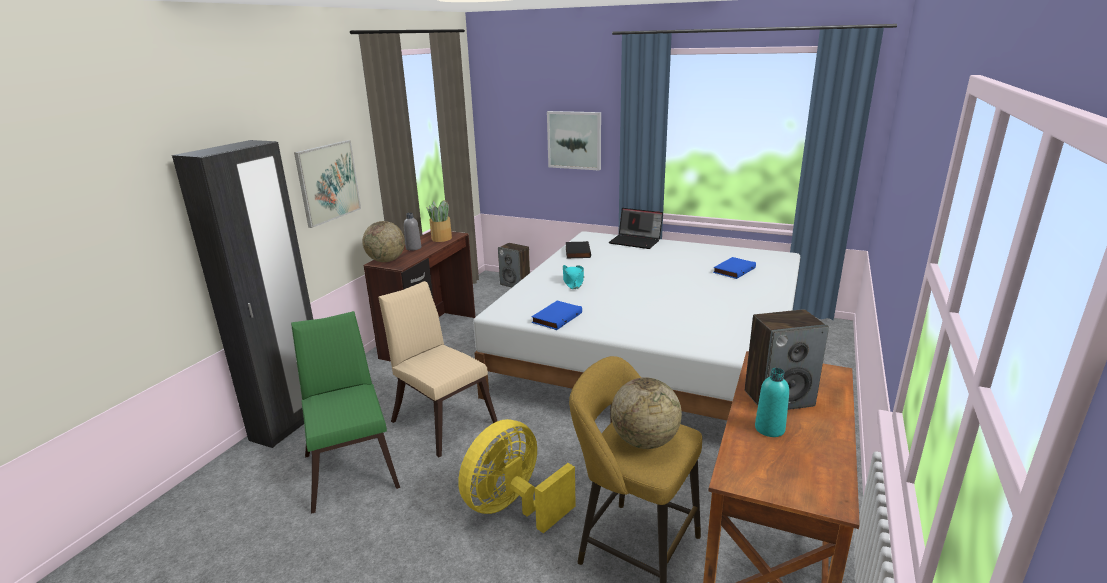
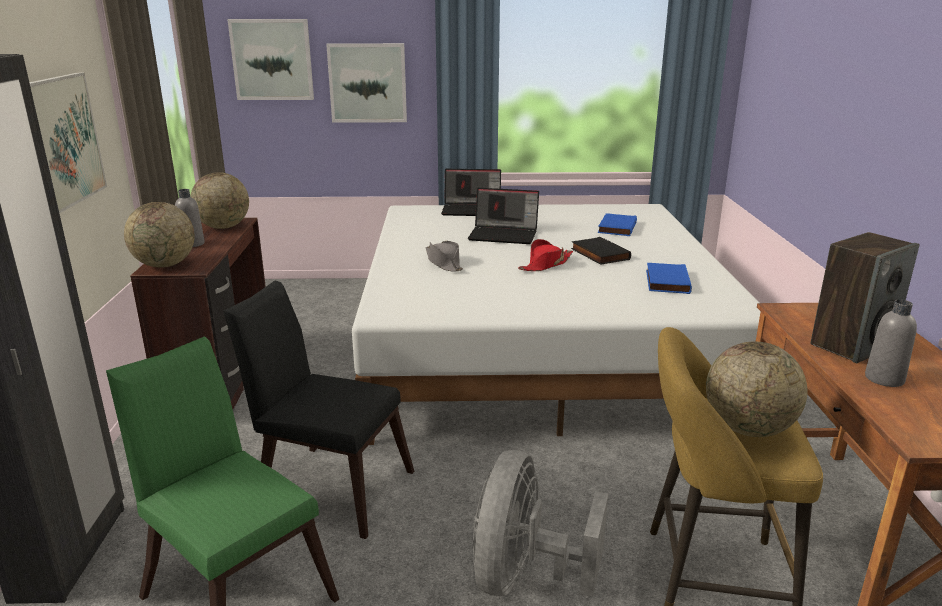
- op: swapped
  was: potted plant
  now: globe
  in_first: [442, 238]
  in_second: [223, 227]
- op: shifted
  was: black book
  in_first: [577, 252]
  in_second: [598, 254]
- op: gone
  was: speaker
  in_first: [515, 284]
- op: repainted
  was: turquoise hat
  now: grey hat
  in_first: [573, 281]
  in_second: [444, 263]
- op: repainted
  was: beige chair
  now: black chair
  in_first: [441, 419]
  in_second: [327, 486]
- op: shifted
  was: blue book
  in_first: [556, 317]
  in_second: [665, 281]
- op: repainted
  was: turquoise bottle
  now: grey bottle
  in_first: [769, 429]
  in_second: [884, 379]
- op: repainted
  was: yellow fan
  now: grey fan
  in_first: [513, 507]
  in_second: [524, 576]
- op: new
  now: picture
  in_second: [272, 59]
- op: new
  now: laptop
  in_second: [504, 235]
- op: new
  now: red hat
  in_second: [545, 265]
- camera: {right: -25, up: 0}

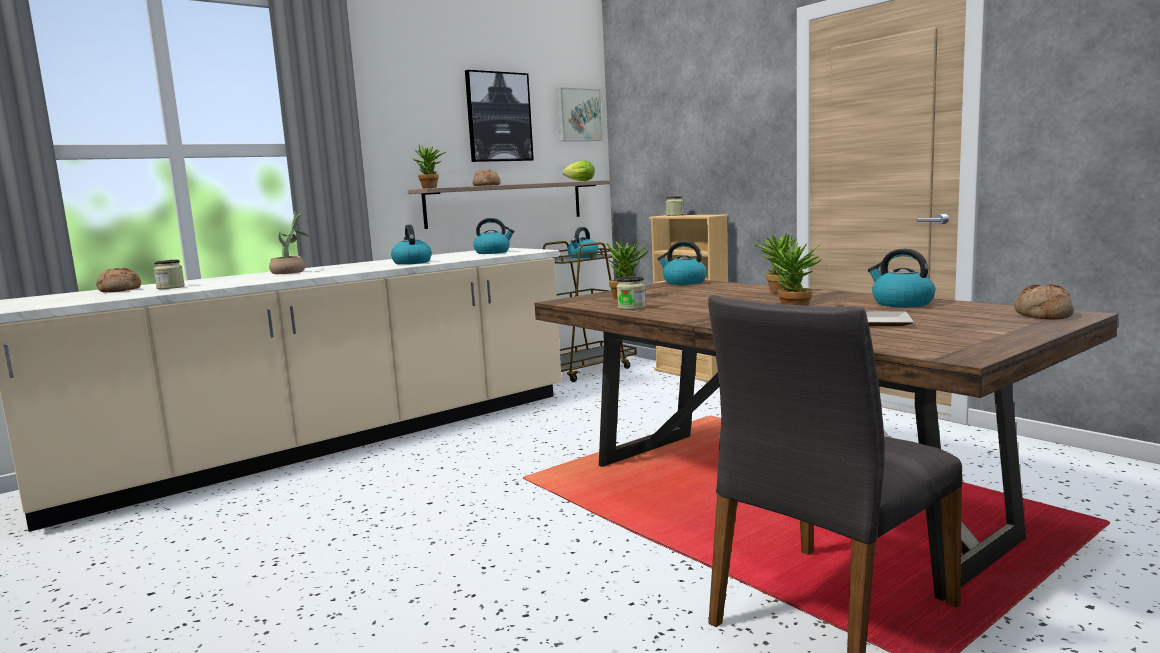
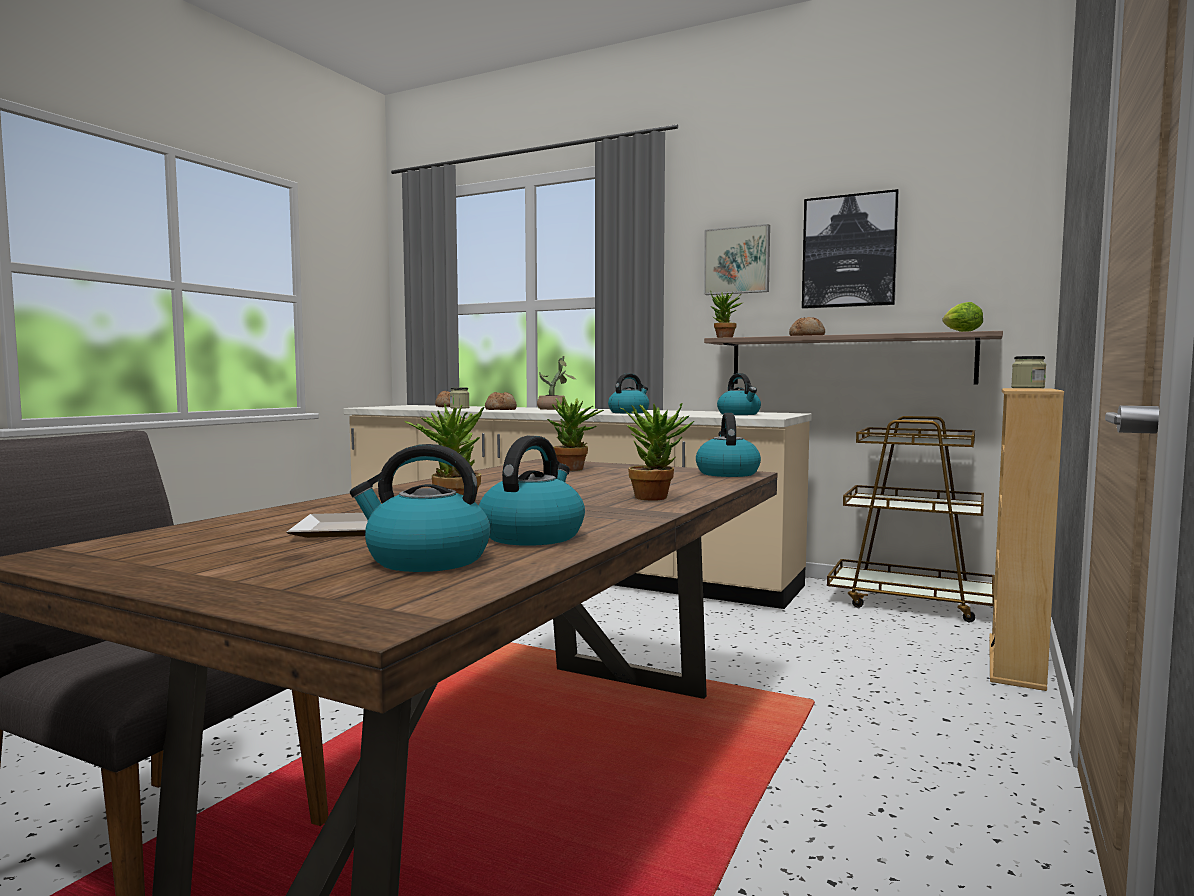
- op: shifted
  was: picture
  in_first: [578, 115]
  in_second: [737, 261]
- op: shifted
  was: kettle
  in_first: [583, 257]
  in_second: [426, 560]
- op: gone
  was: jar
  in_first: [631, 307]
- op: shifted
  was: bread
  in_first: [1042, 315]
  in_second: [501, 409]
- camera: {right: 65, up: -5}

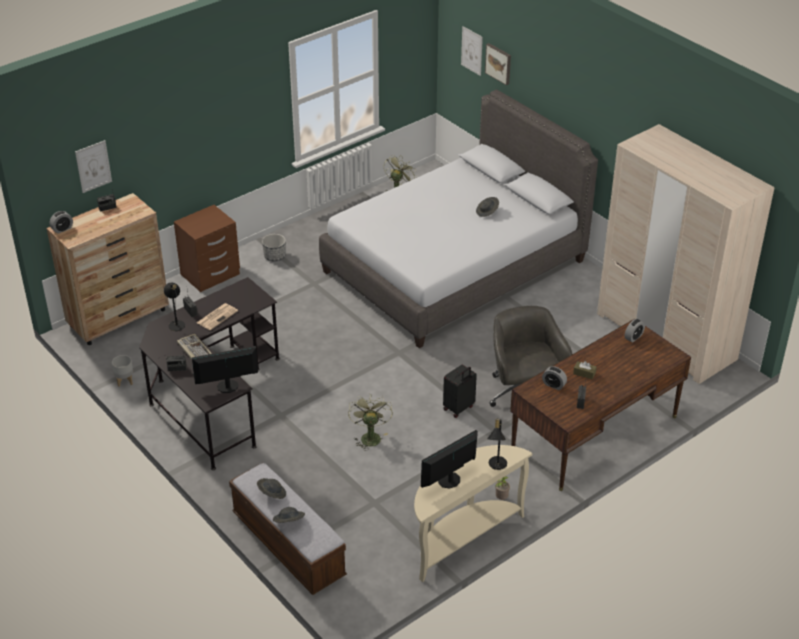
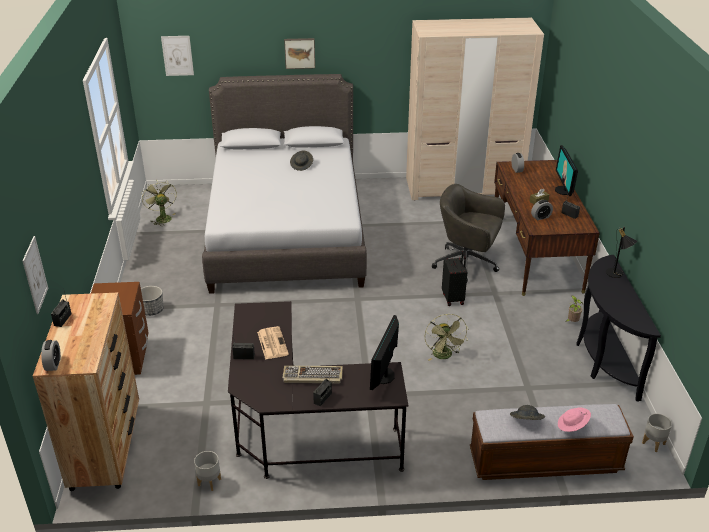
- op: shifted
  was: picture
  in_first: [499, 63]
  in_second: [299, 53]
- op: gone
  was: black table lamp
  in_first: [176, 323]
- op: rotated
  was: green fan
  in_first: [369, 436]
  in_second: [444, 356]
  clockwise: -135
- op: shifted
  was: monitor
  in_first: [449, 480]
  in_second: [563, 190]
- op: repainted
  was: beige console table
  now: black console table
  in_first: [462, 538]
  in_second: [602, 359]
- op: repainted
  was: grey hat
  now: pink hat
  in_first: [289, 522]
  in_second: [572, 426]
- op: new
  now: grey planter
  in_second: [653, 443]
- camera: {right: -55, up: -5}

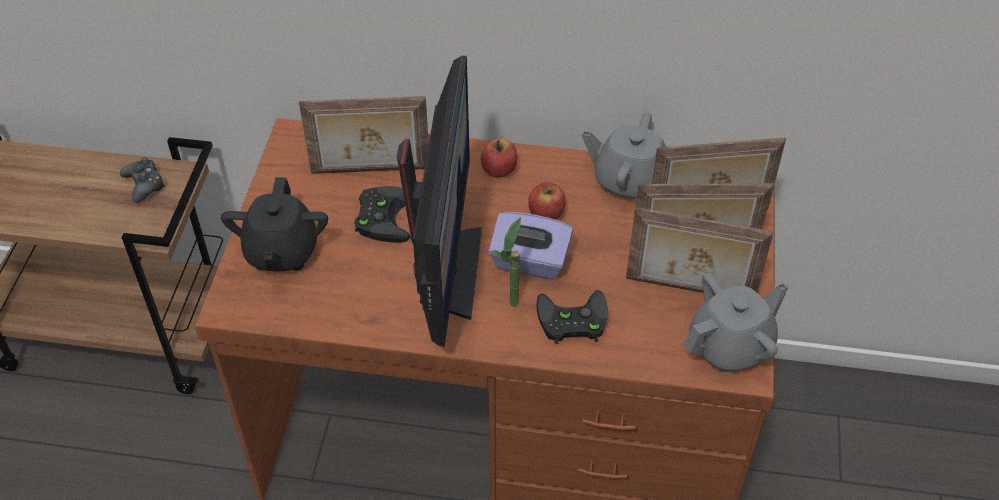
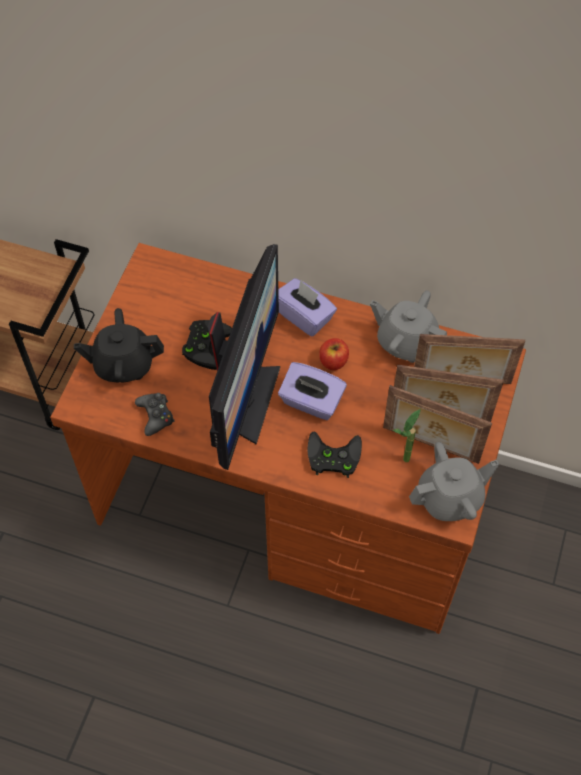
- op: gone
  was: picture frame
  in_first: [370, 172]
- op: swapped
  was: apple
  now: purple tissue box
  in_first: [499, 170]
  in_second: [304, 316]
- op: shifted
  was: black game controller
  in_first: [144, 184]
  in_second: [155, 416]
- op: rotated
  was: black teapot
  in_first: [281, 252]
  in_second: [123, 364]
  clockwise: 75
- op: shifted
  was: potted plant
  in_first: [510, 310]
  in_second: [402, 465]
- camera: {right: 10, up: 10}

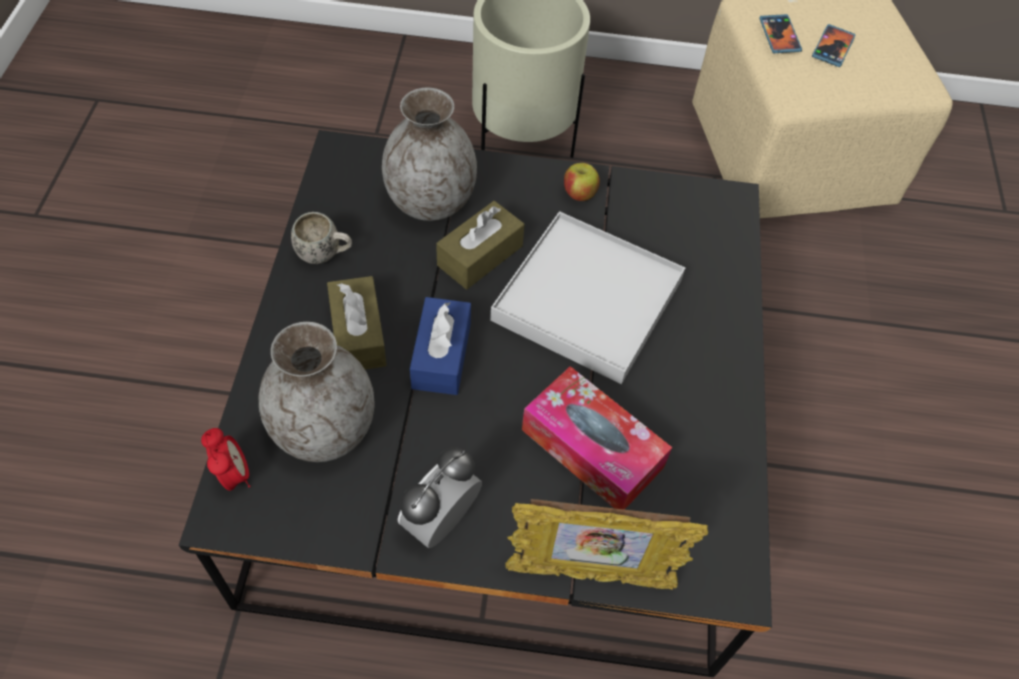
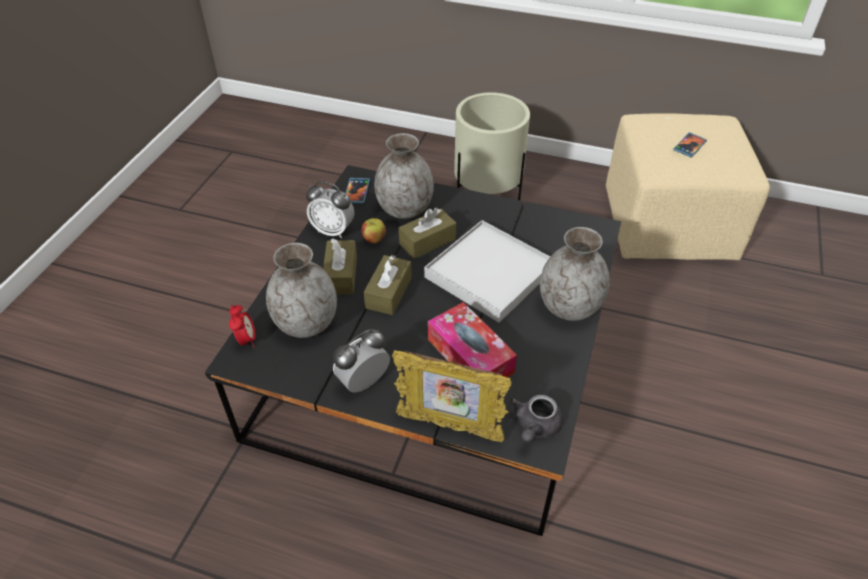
- op: shifted
  was: phone
  in_first: [779, 36]
  in_second: [356, 192]
- op: shifted
  was: apple
  in_first: [579, 194]
  in_second: [374, 239]
- op: swapped
  was: white mug
  now: alarm clock
  in_first: [325, 254]
  in_second: [333, 230]
- op: repainted
  was: blue tissue box
  now: brown tissue box
  in_first: [441, 355]
  in_second: [388, 292]
- op: new
  now: grey vase
  in_second: [569, 306]
- op: new
  now: grey teapot
  in_second: [535, 427]
- camera: {right: 15, up: -10}

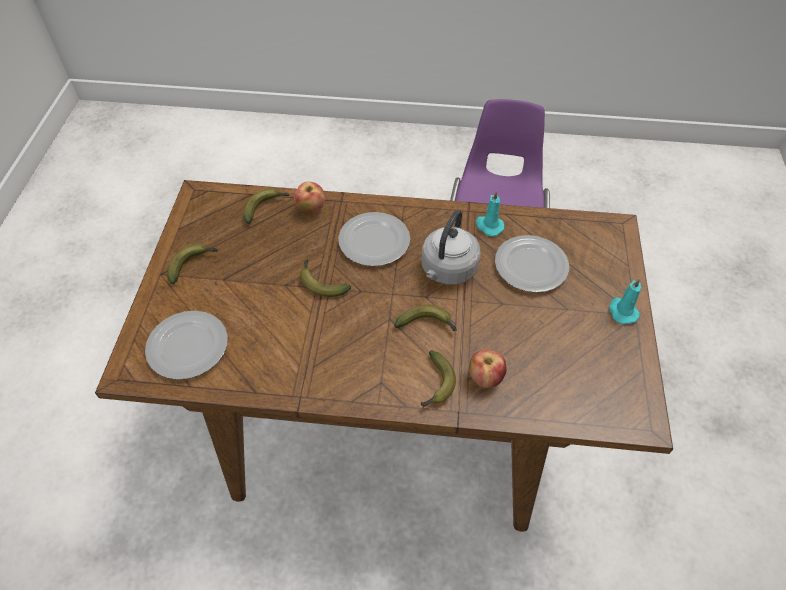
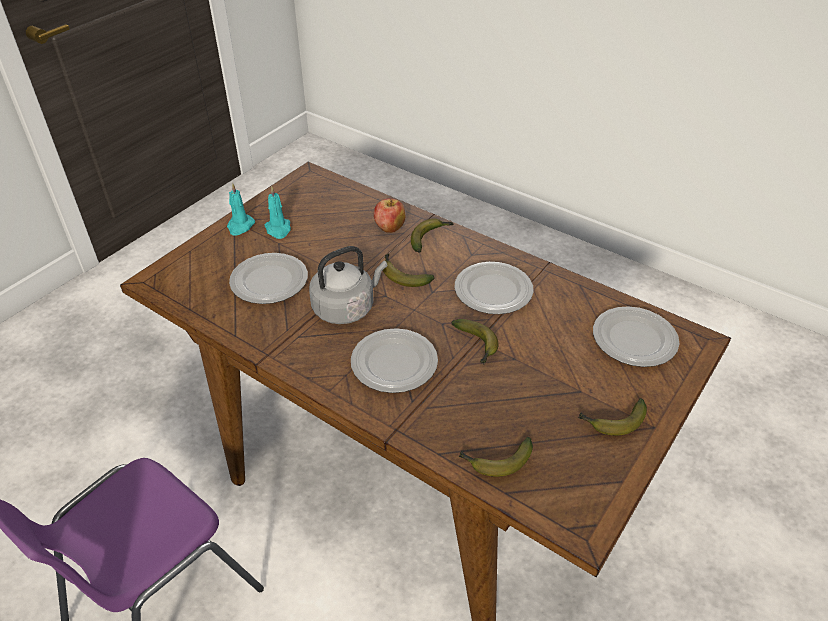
- op: gone
  was: apple
  in_first: [311, 209]
- op: shifted
  was: turquoise candle
  in_first: [488, 226]
  in_second: [278, 229]
- op: new
  now: plate
  in_second: [492, 291]
- camera: {right: -150, up: -10}

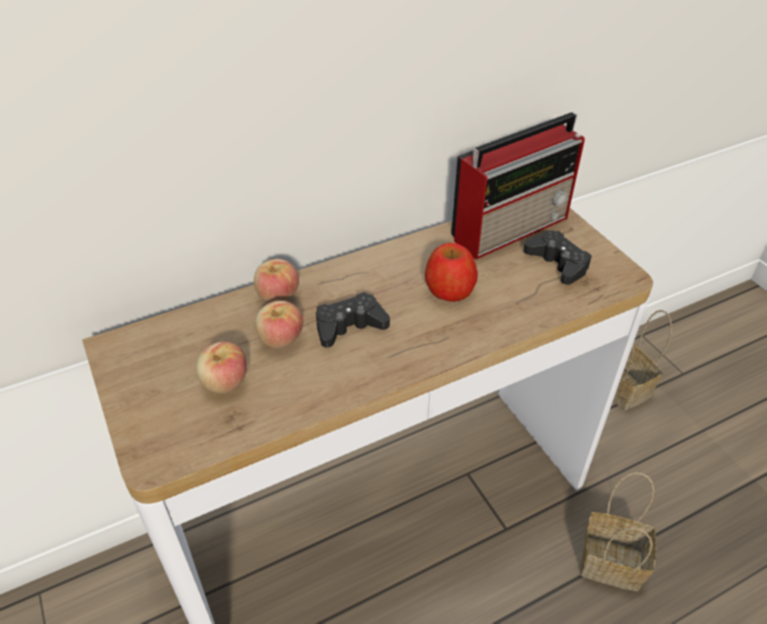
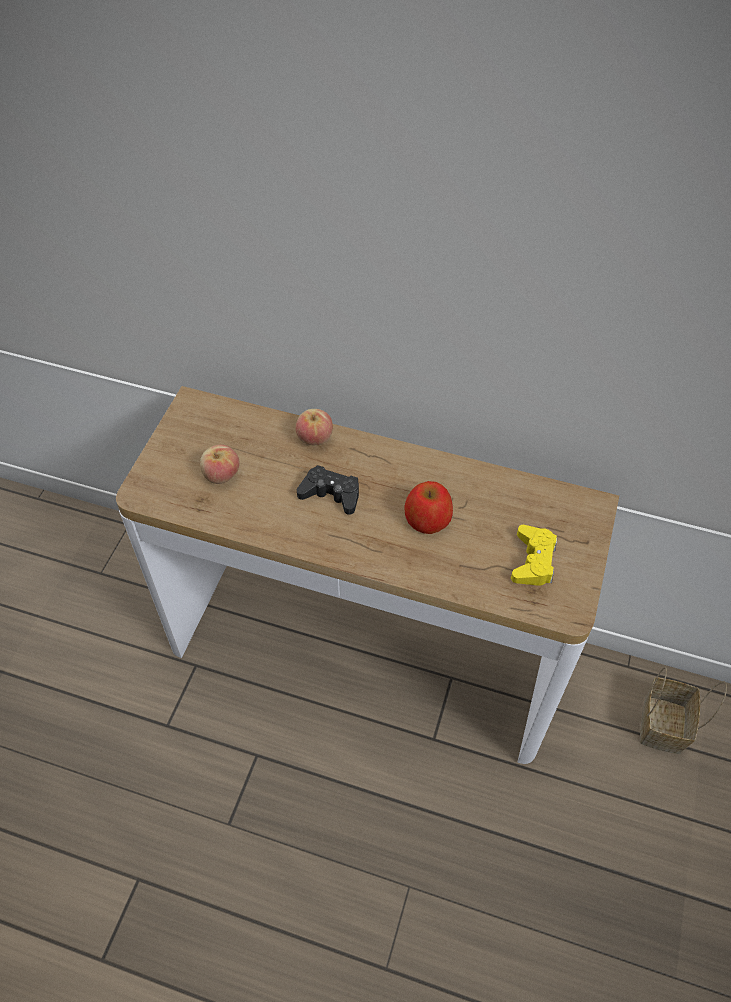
- op: gone
  was: radio
  in_first: [512, 227]
- op: repainted
  was: black game controller
  now: yellow game controller
  in_first: [557, 263]
  in_second: [533, 560]
- op: gone
  was: apple
  in_first: [280, 339]
- op: gone
  was: basket
  in_first: [613, 562]
- camera: {right: 45, up: 10}

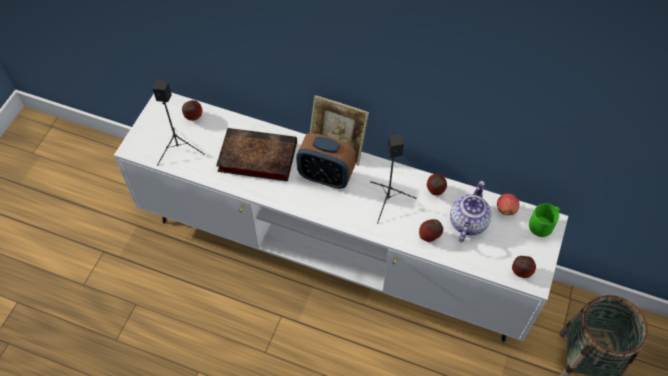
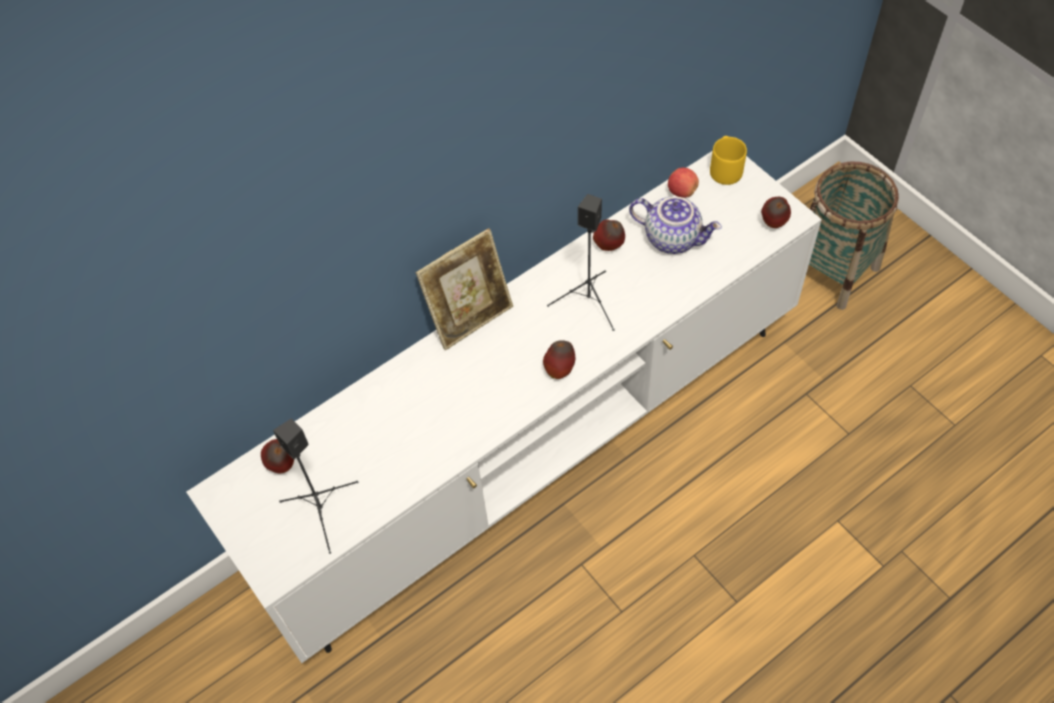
- op: gone
  was: book
  in_first: [255, 157]
- op: gone
  was: alarm clock
  in_first: [326, 176]
- op: rotated
  was: teapot
  in_first: [467, 222]
  in_second: [673, 237]
  clockwise: 150
- op: repainted
  was: green mug
  now: yellow mug
  in_first: [543, 225]
  in_second: [725, 169]
- op: shifted
  was: apple
  in_first: [429, 236]
  in_second: [560, 369]
- camera: {right: -55, up: 0}

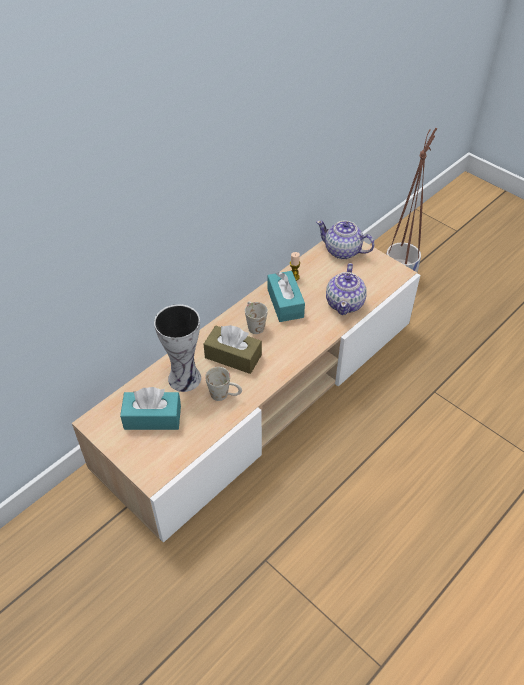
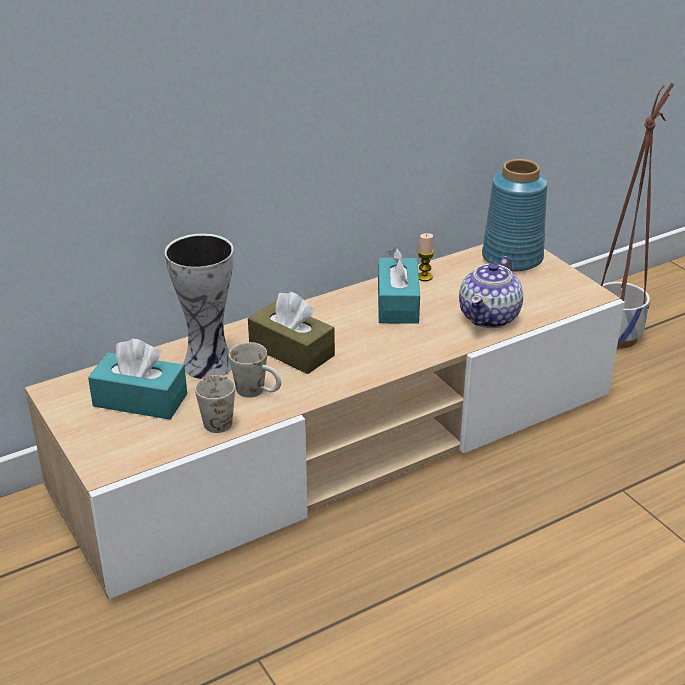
- op: swapped
  was: teapot
  now: blue vase
  in_first: [343, 251]
  in_second: [512, 259]
- op: shifted
  was: white mug
  in_first: [254, 324]
  in_second: [217, 418]
- camera: {right: 15, up: -15}

